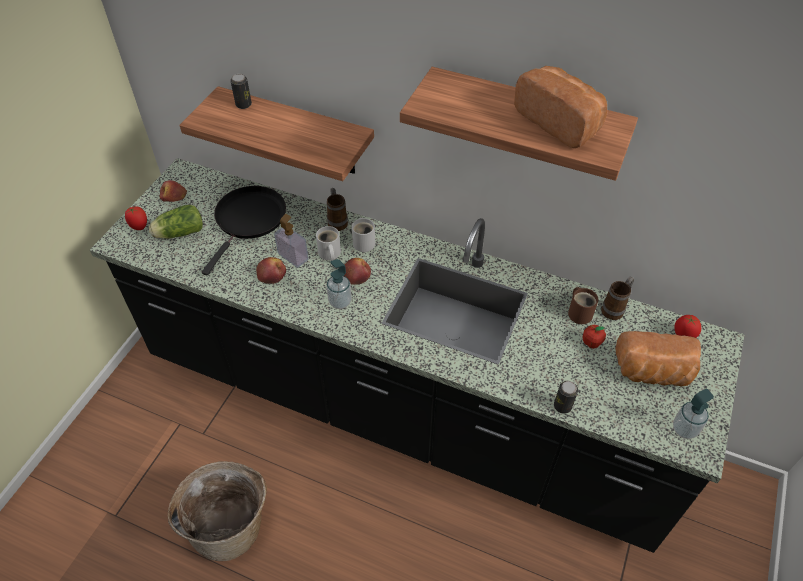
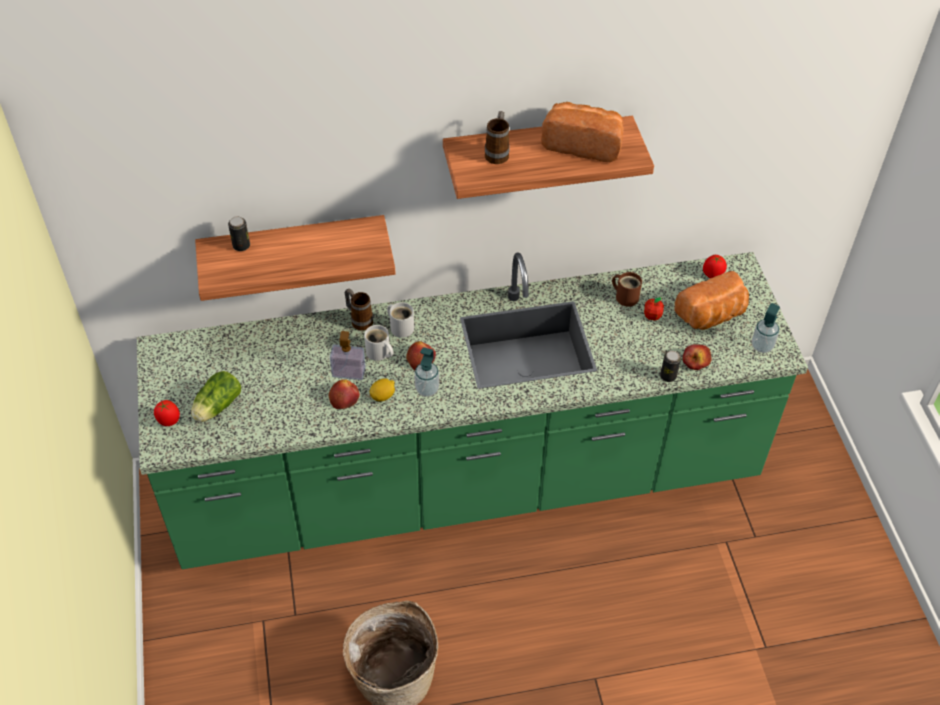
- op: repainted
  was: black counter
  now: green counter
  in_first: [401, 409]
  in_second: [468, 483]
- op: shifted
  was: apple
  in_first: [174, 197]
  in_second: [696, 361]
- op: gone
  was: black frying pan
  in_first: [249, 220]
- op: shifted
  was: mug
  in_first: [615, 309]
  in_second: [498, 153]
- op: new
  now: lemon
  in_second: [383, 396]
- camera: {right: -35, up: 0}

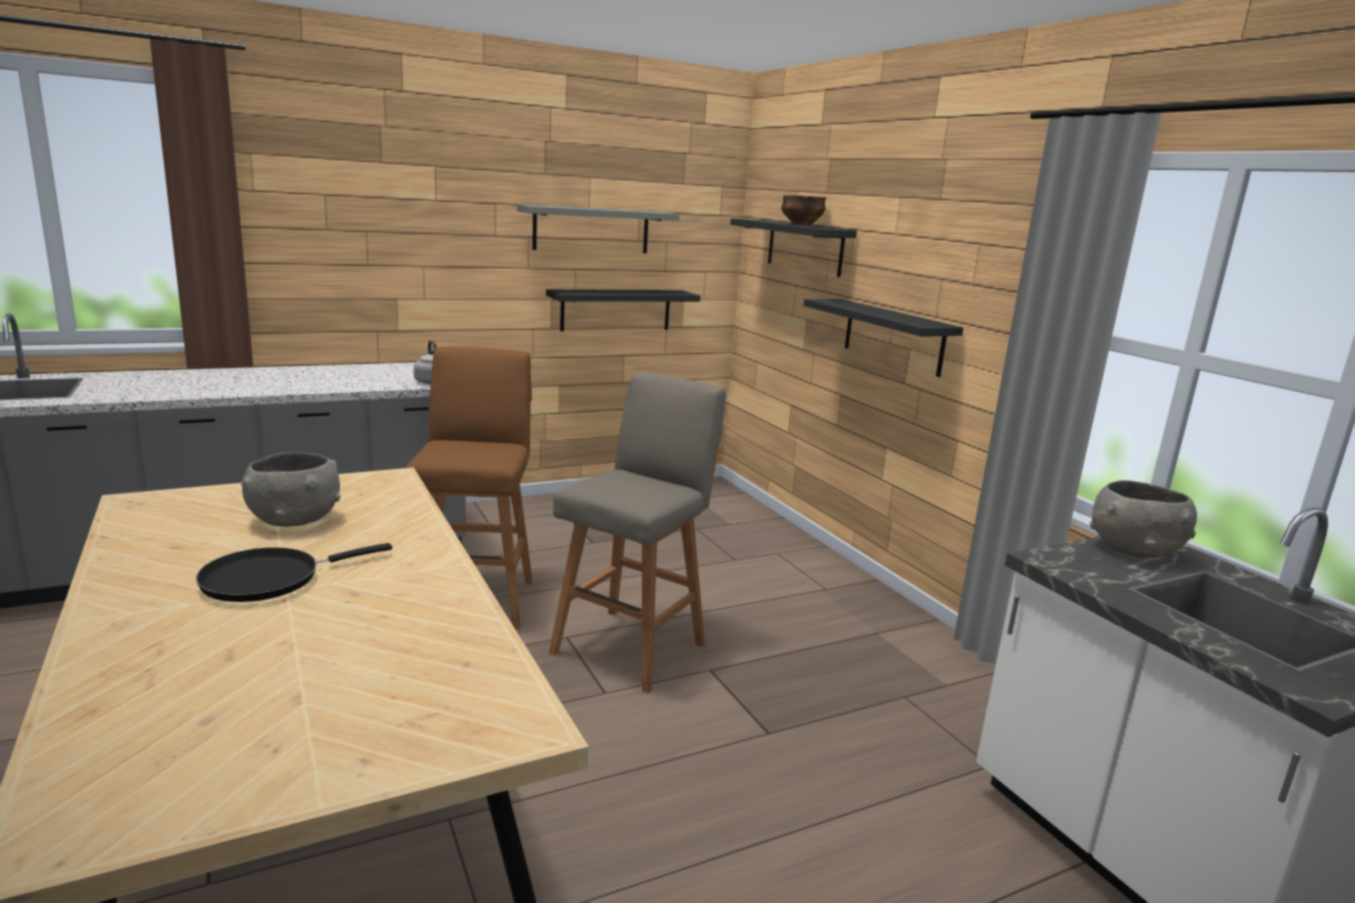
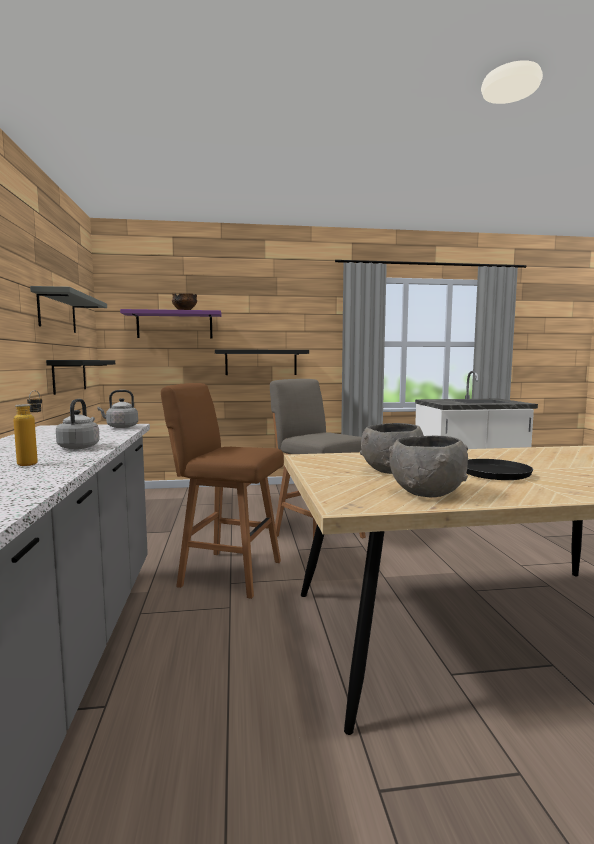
- op: repainted
  was: black shelf
  now: purple shelf
  in_first: [804, 247]
  in_second: [174, 325]
- op: shifted
  was: grey bowl
  in_first: [1133, 550]
  in_second: [426, 493]
- op: new
  now: bottle
  in_second: [33, 462]
- op: new
  now: grey kettle
  in_second: [80, 447]
- camera: {right: -70, up: -10}

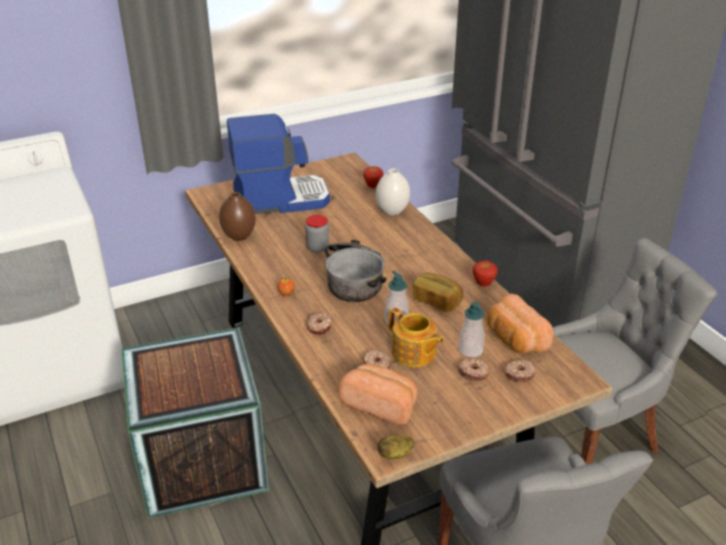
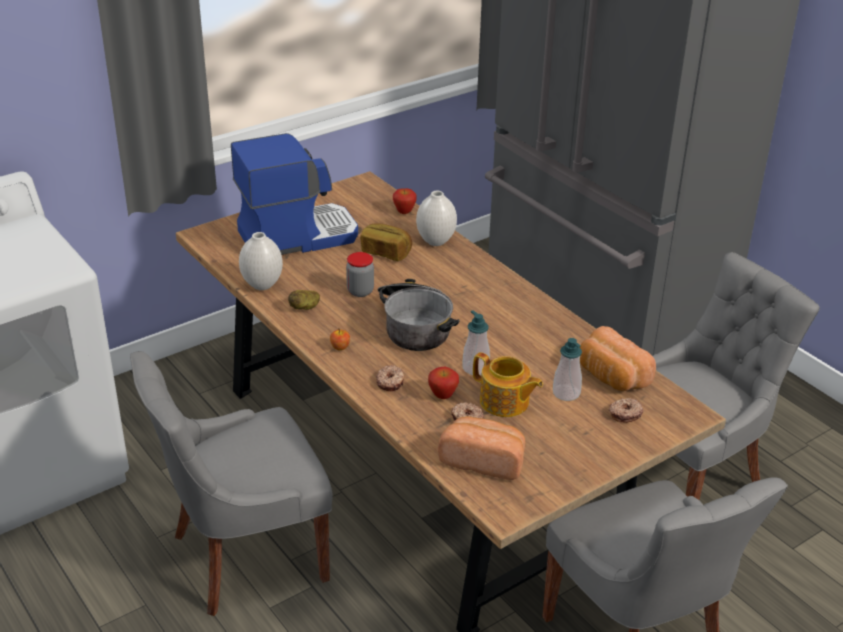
- op: repainted
  was: brown vase
  now: white vase
  in_first: [239, 237]
  in_second: [262, 285]
- op: shifted
  was: apple
  in_first: [483, 284]
  in_second: [443, 396]
- op: shifted
  was: bread
  in_first: [437, 301]
  in_second: [386, 252]
- op: swapped
  was: crate
  now: grey chair
  in_first: [201, 460]
  in_second: [245, 556]
- op: gone
  was: donut
  in_first: [473, 372]
- op: shifted
  was: potato
  in_first: [396, 454]
  in_second: [305, 307]
- camera: {right: -10, up: 0}

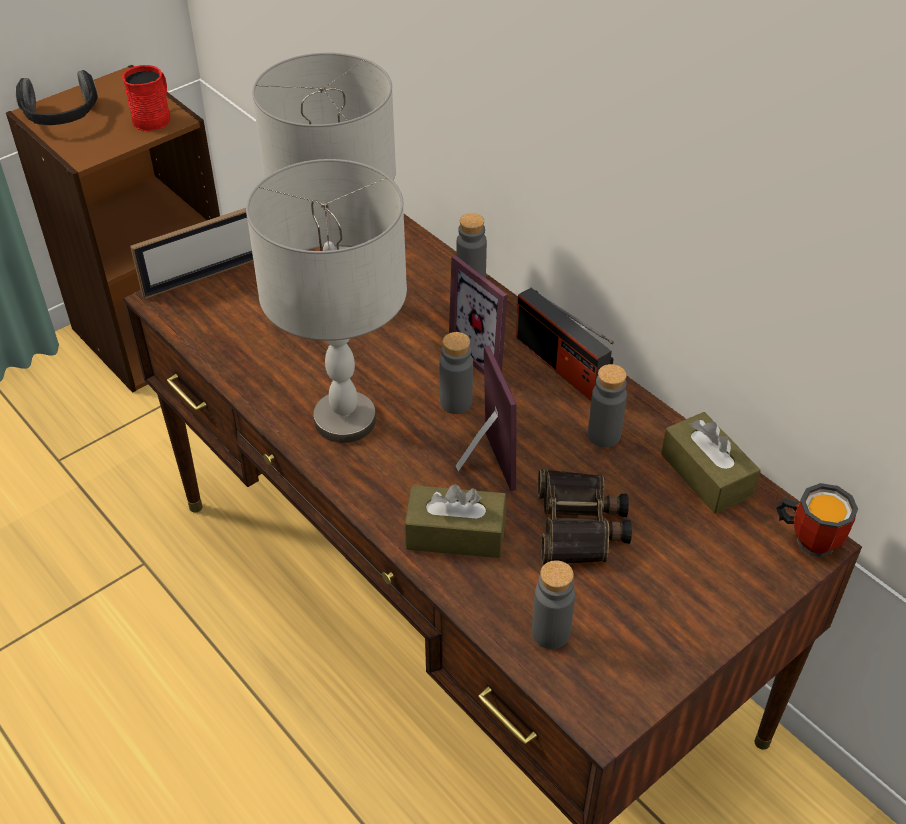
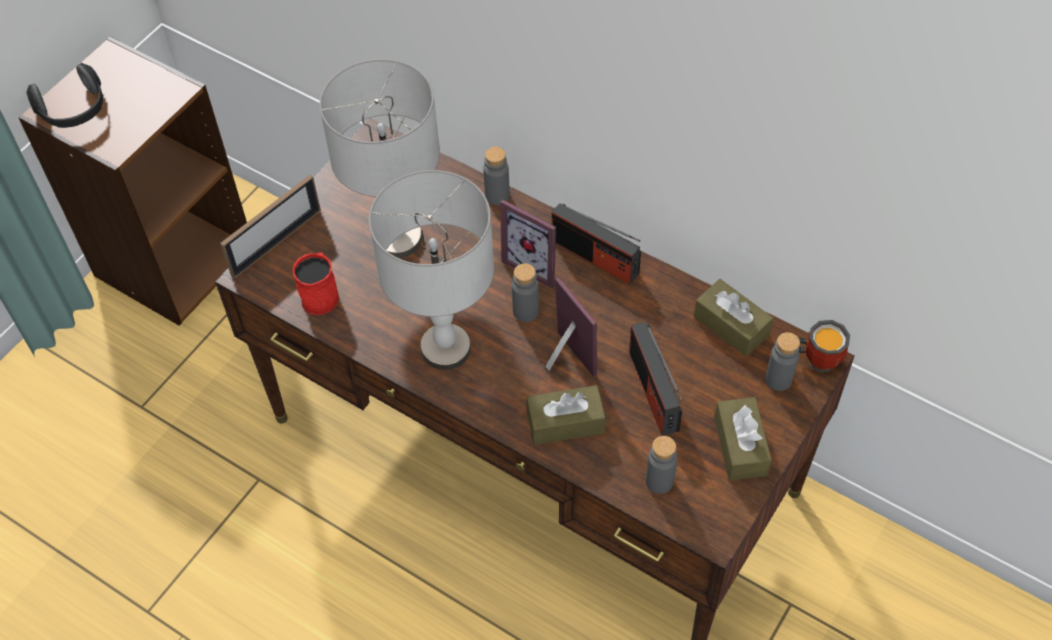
- op: shifted
  was: red mug
  in_first: [154, 117]
  in_second: [321, 294]
- op: shifted
  was: grey bottle
  in_first: [604, 435]
  in_second: [778, 379]
- op: swapped
  was: binoculars
  now: radio
  in_first: [580, 526]
  in_second: [653, 391]
- op: new
  now: brown tissue box
  in_second: [740, 446]
- camera: {right: -15, up: 10}

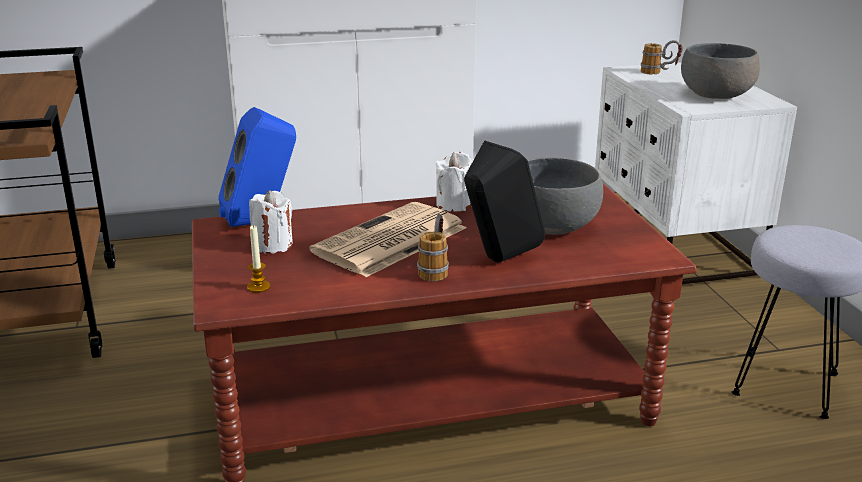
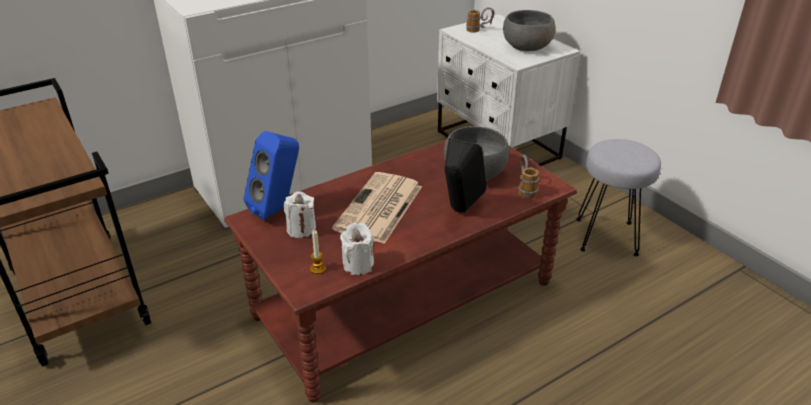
- op: shifted
  was: white candle
  in_first: [454, 204]
  in_second: [358, 265]
- op: shifted
  was: mug
  in_first: [435, 268]
  in_second: [524, 188]
- camera: {right: -20, up: 10}

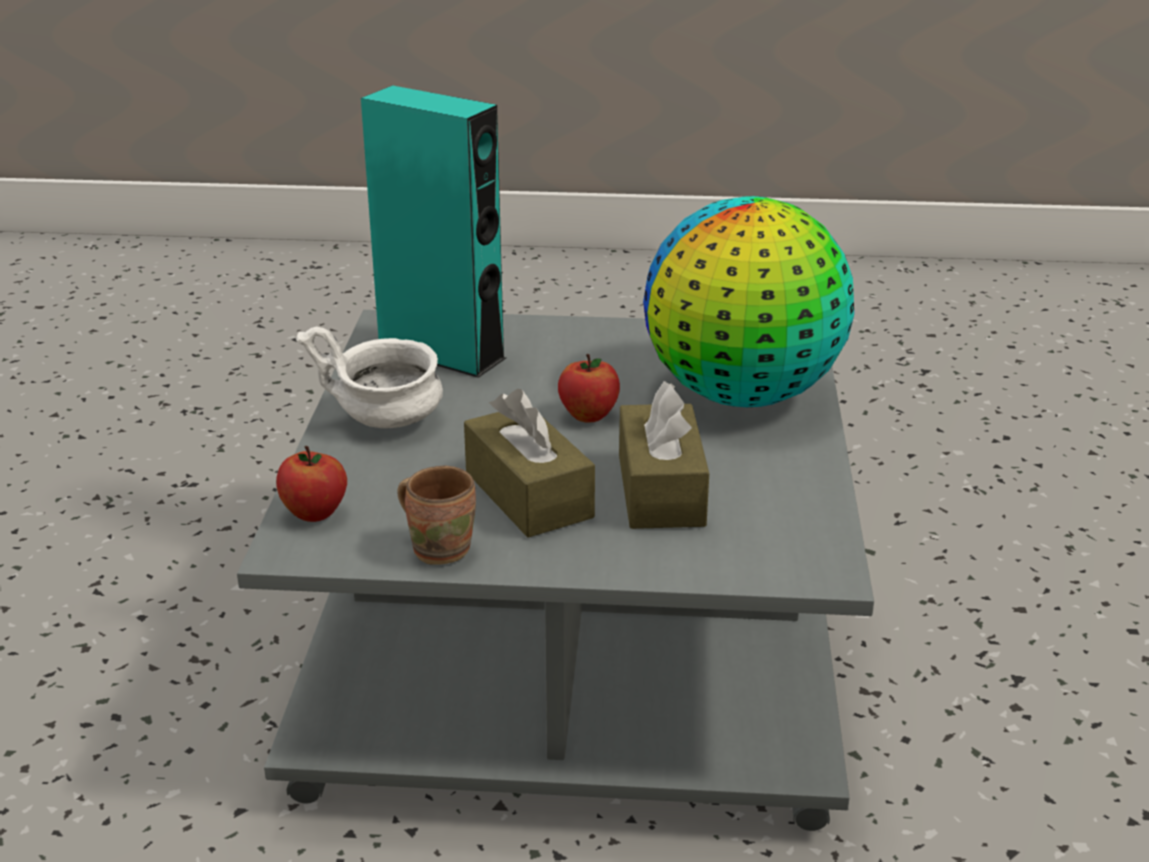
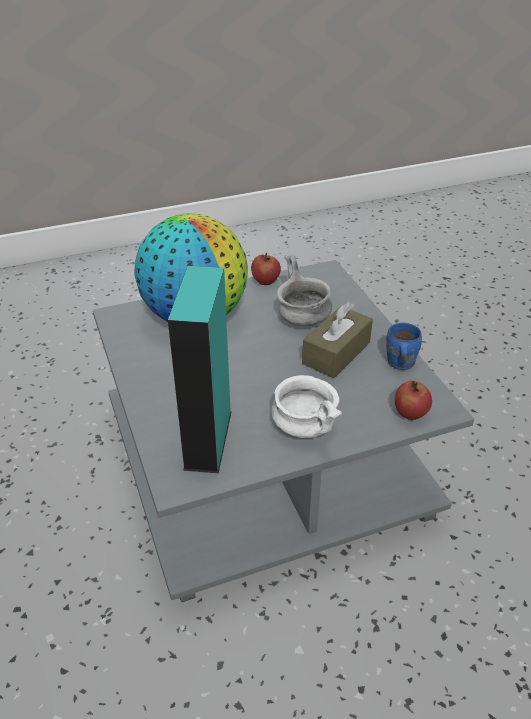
- op: shifted
  was: apple
  in_first: [588, 416]
  in_second: [265, 281]
- op: swapped
  was: brown tissue box
  now: grey bowl
  in_first: [661, 490]
  in_second: [302, 318]
- op: repainted
  was: brown mug
  now: blue mug
  in_first: [441, 548]
  in_second: [398, 363]
- camera: {right: -115, up: 10}

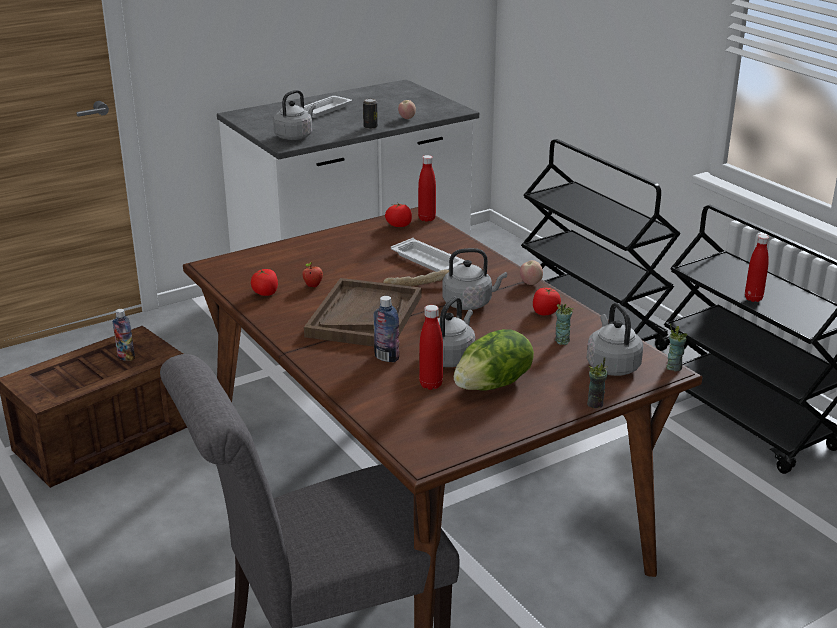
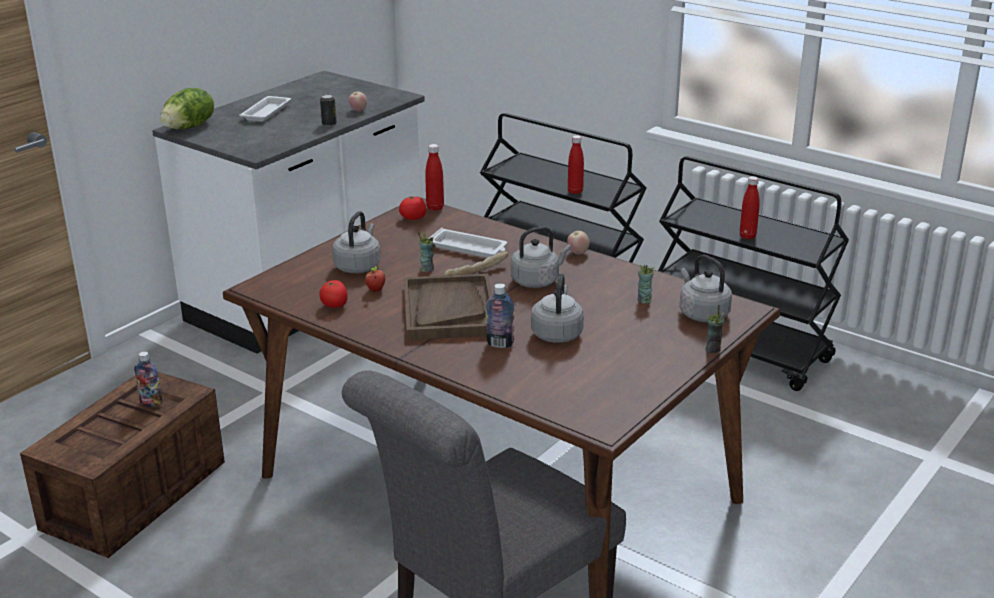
- op: shifted
  was: grey kettle
  in_first: [295, 136]
  in_second: [358, 266]
- op: gone
  was: tomato
  in_first: [545, 312]
- op: shifted
  was: red bottle
  in_first: [431, 384]
  in_second: [575, 191]
- op: shifted
  was: cup
  in_first: [674, 367]
  in_second: [427, 269]
- op: shifted
  was: lettuce
  in_first: [494, 384]
  in_second: [190, 127]
- camera: {right: -20, up: 0}

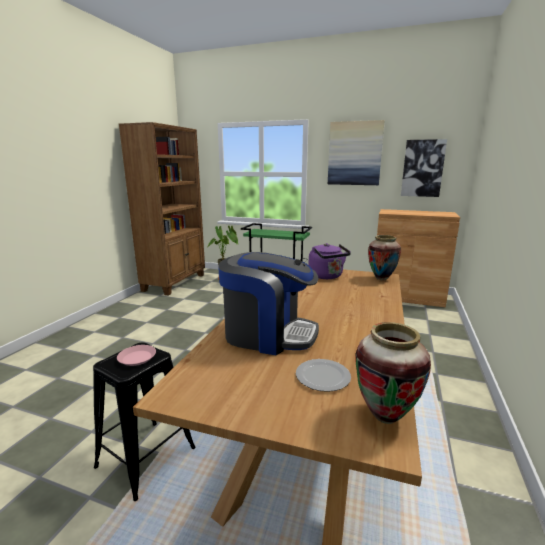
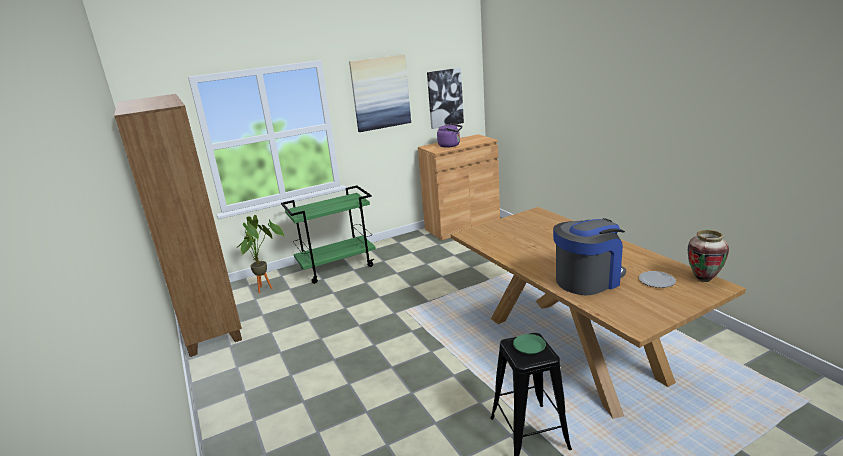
- op: gone
  was: vase
  in_first: [381, 278]
- op: shifted
  was: purple kettle
  in_first: [327, 276]
  in_second: [450, 145]
- op: repainted
  was: pink plate
  now: green plate
  in_first: [137, 358]
  in_second: [529, 347]
- camera: {right: -45, up: 5}

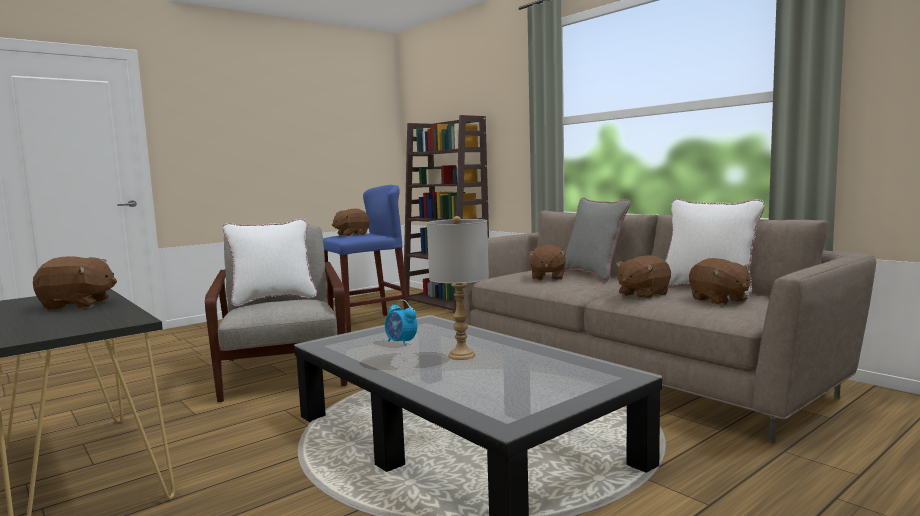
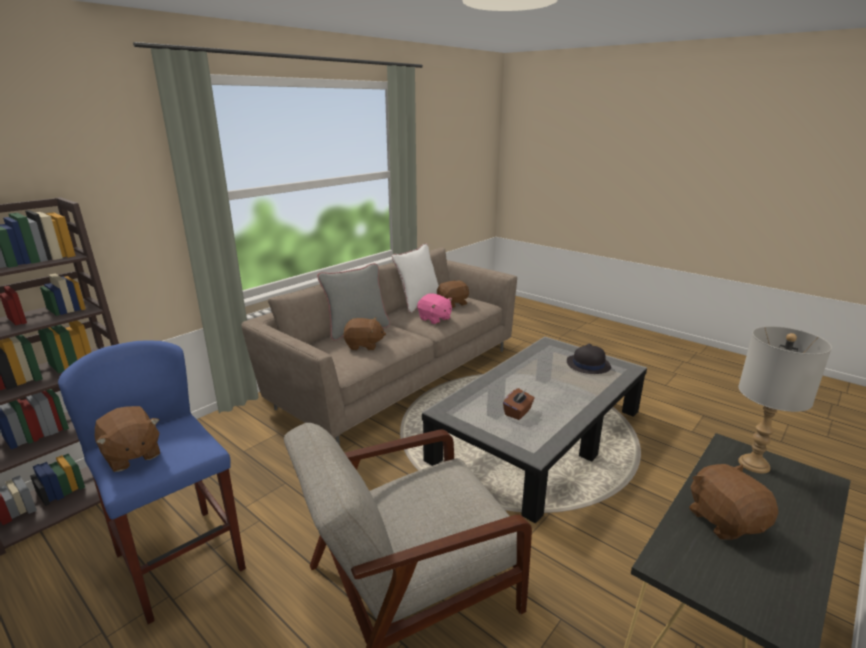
- op: shifted
  was: grey table lamp
  in_first: [461, 355]
  in_second: [754, 464]
- op: gone
  was: white pillow
  in_first: [273, 299]
- op: repainted
  was: brown plush toy
  now: pink plush toy
  in_first: [642, 294]
  in_second: [434, 319]
- op: swapped
  was: alarm clock
  now: brown tissue box
  in_first: [401, 342]
  in_second: [518, 412]
- op: new
  now: black hat
  in_second: [588, 365]
- camera: {right: -100, up: 15}

